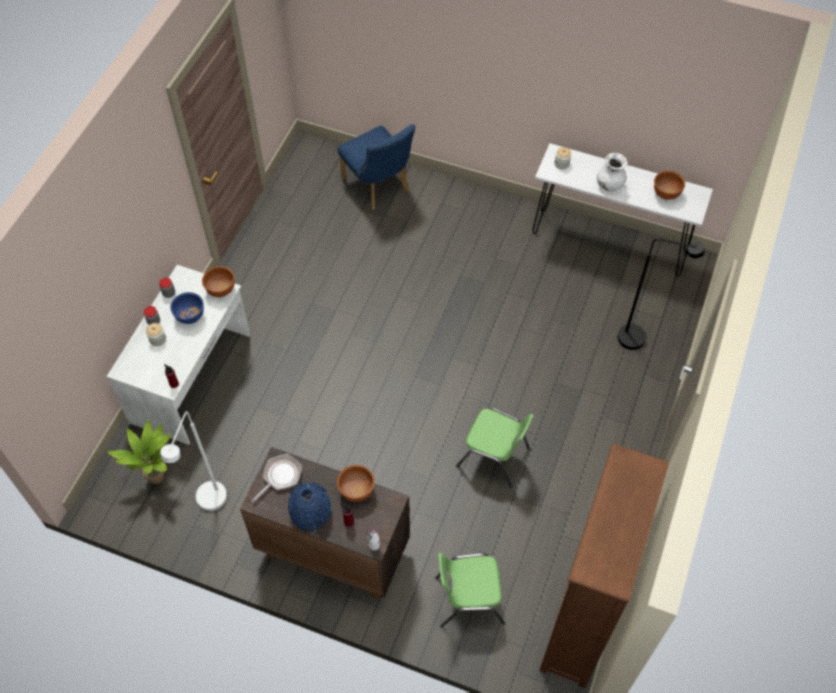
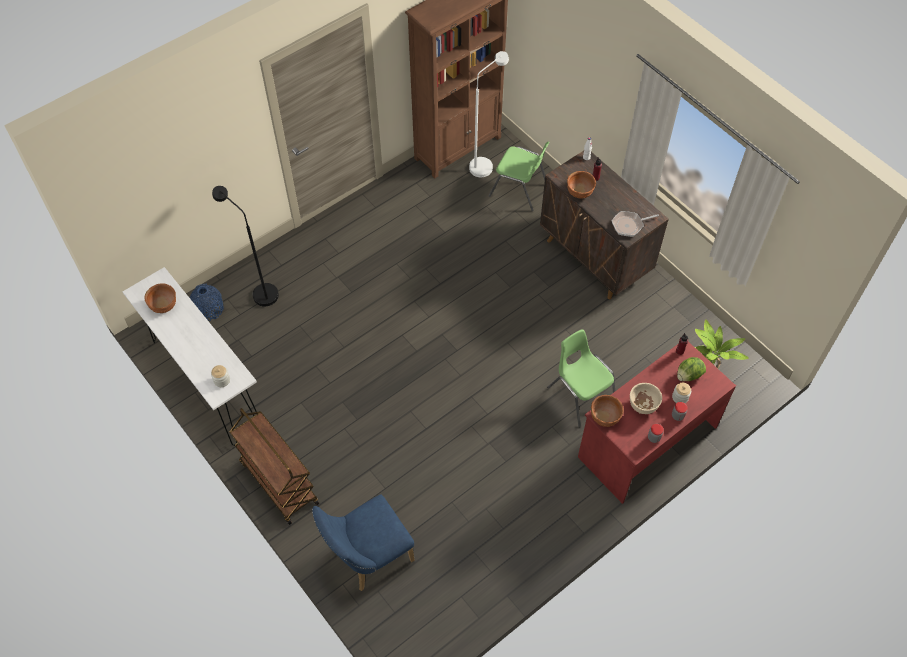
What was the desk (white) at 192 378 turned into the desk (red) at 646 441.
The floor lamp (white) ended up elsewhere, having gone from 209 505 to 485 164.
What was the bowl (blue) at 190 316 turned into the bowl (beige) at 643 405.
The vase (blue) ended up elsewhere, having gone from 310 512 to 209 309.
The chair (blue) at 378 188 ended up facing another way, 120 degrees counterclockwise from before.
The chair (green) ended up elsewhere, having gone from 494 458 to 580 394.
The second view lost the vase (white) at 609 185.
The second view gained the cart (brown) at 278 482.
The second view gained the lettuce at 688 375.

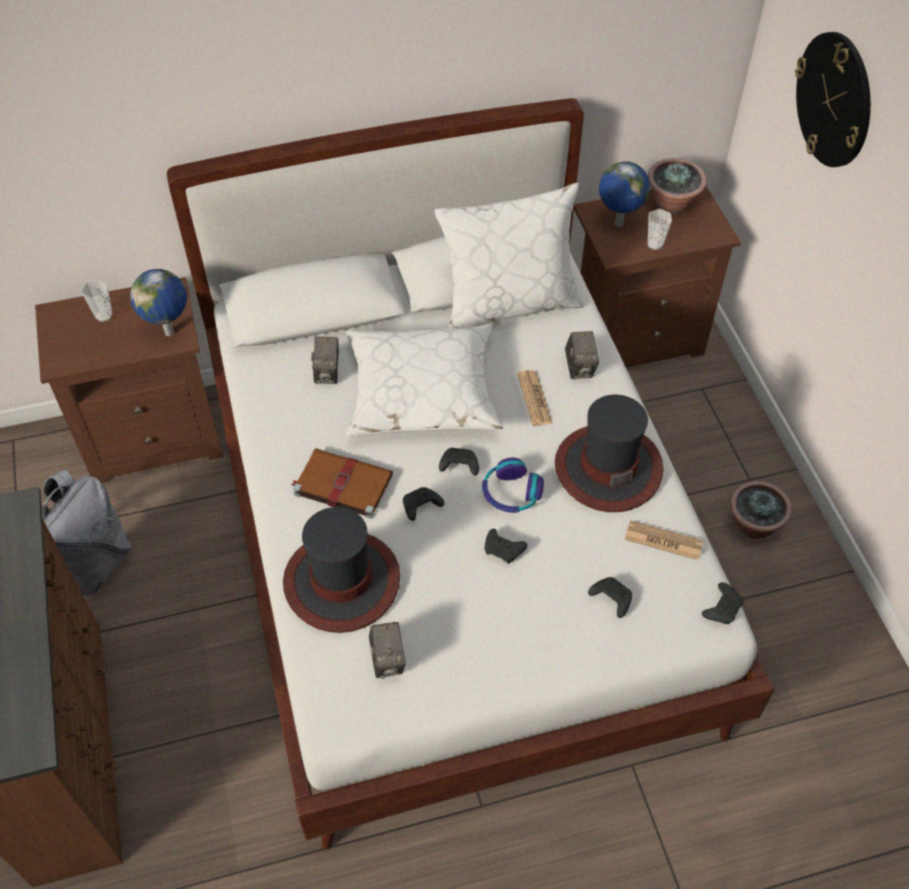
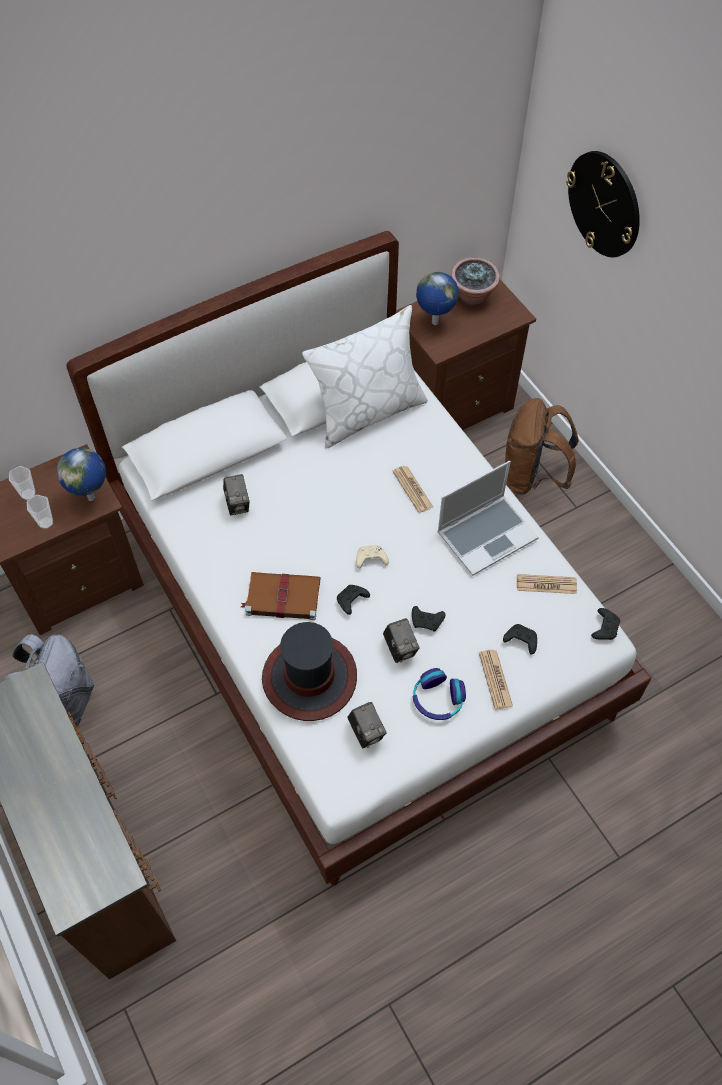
The second view lost the pillow (white) at 422 392.
What was the game controller (black) at 458 465 turned into the game controller (beige) at 370 560.
The headphones ended up elsewhere, having gone from 511 493 to 437 699.
Where the hat stood at 607 467, the laptop came to stand at 487 534.
The photo camera ended up elsewhere, having gone from 580 368 to 400 648.
The cup ended up elsewhere, having gone from 655 244 to 46 523.
The second view lost the potted plant at 753 526.
The second view gained the newspaper at 495 679.
The second view gained the backpack (brown) at 532 476.

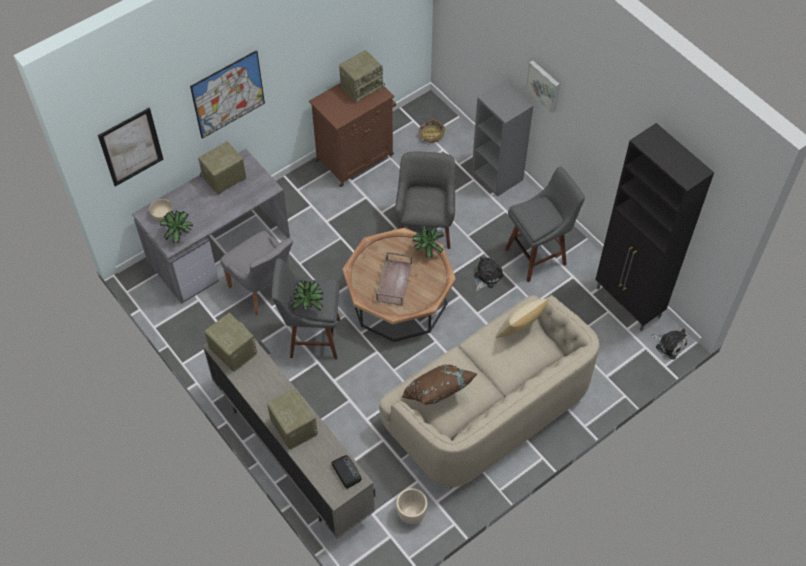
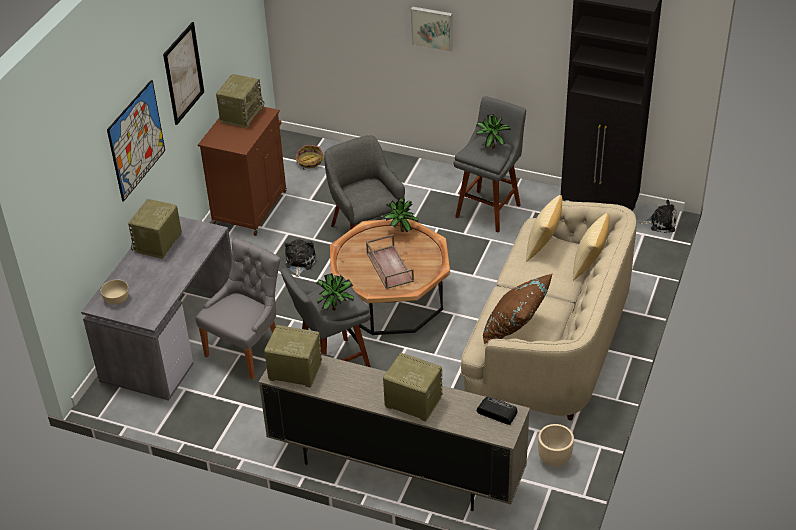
The picture ended up elsewhere, having gone from 131 147 to 183 73.
The potted plant ended up elsewhere, having gone from 179 236 to 491 146.
The chair (grey) at 264 289 ended up facing another way, 75 degrees counterclockwise from before.
The second view lost the bookcase (grey) at 498 175.
The plush toy ended up elsewhere, having gone from 486 277 to 299 262.
The second view gained the pillow at 589 265.

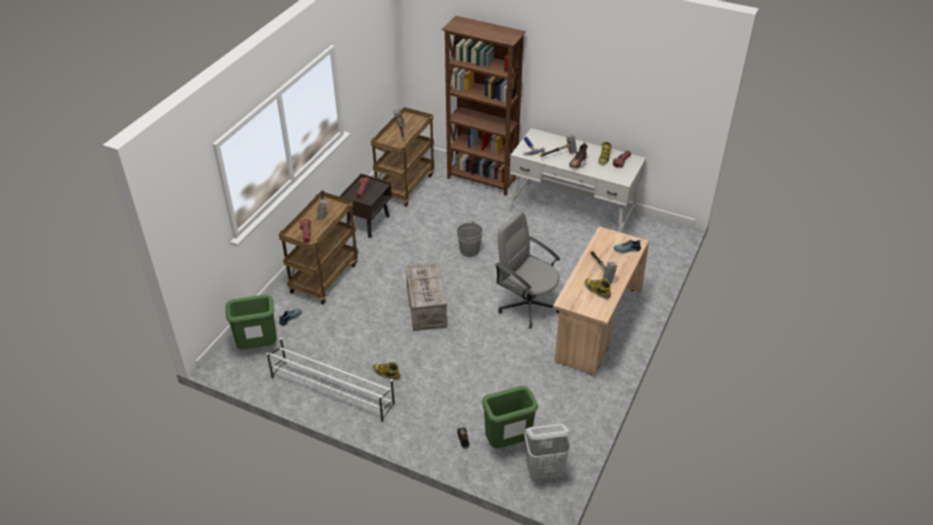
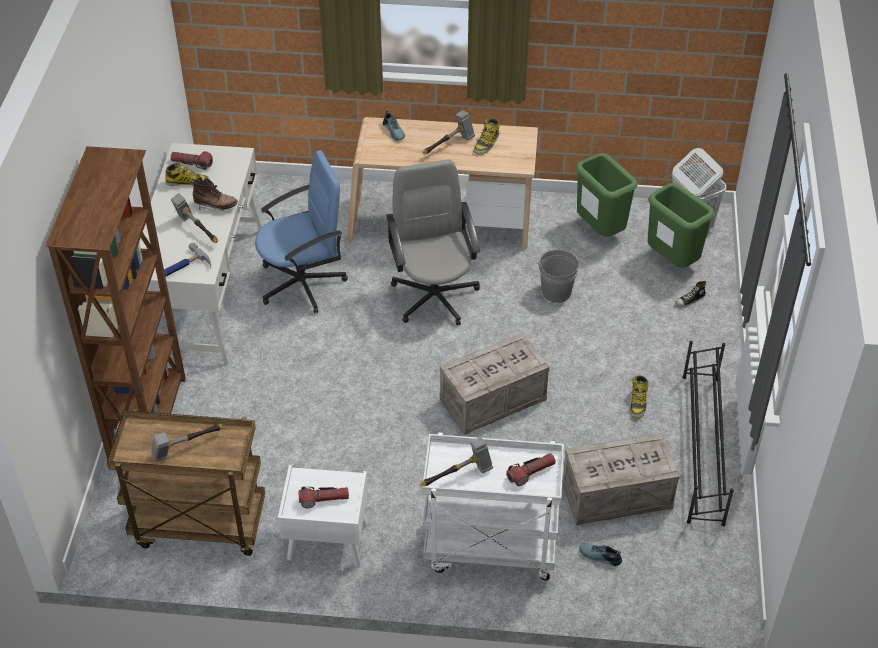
The trash can (green) ended up elsewhere, having gone from 258 347 to 599 231.
What was the shoe rack (white) at 332 391 turned into the shoe rack (black) at 702 448.
What was the cart (brown) at 324 277 turned into the cart (white) at 489 549.
What was the nightstand (brown) at 368 222 turned into the nightstand (white) at 326 542.
The bucket (grey) ended up elsewhere, having gone from 469 250 to 556 292.
The office chair (grey) at 528 305 ended up facing another way, 150 degrees clockwise from before.
The second view gained the office chair (blue) at 303 283.
The second view gained the crate at 615 495.

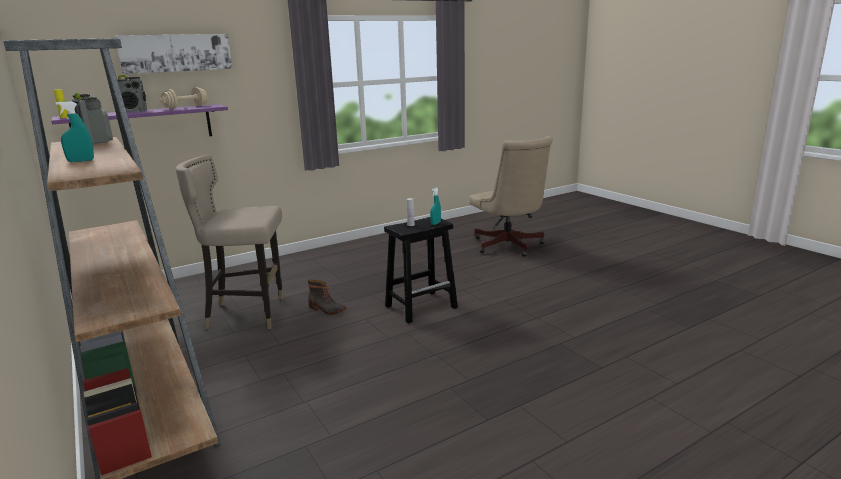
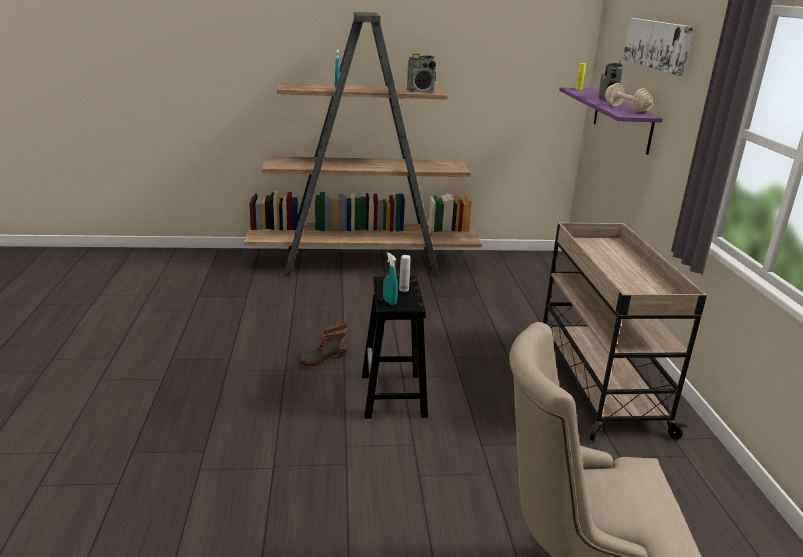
The second view lost the stool (beige) at 248 314.
The boot ended up elsewhere, having gone from 326 309 to 322 358.
The second view gained the cart (beige) at 597 381.

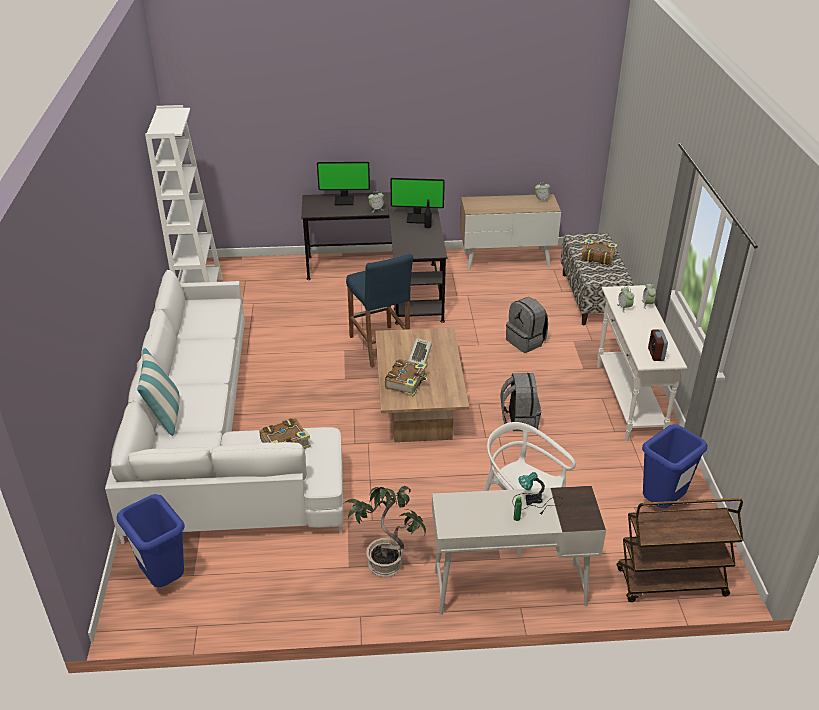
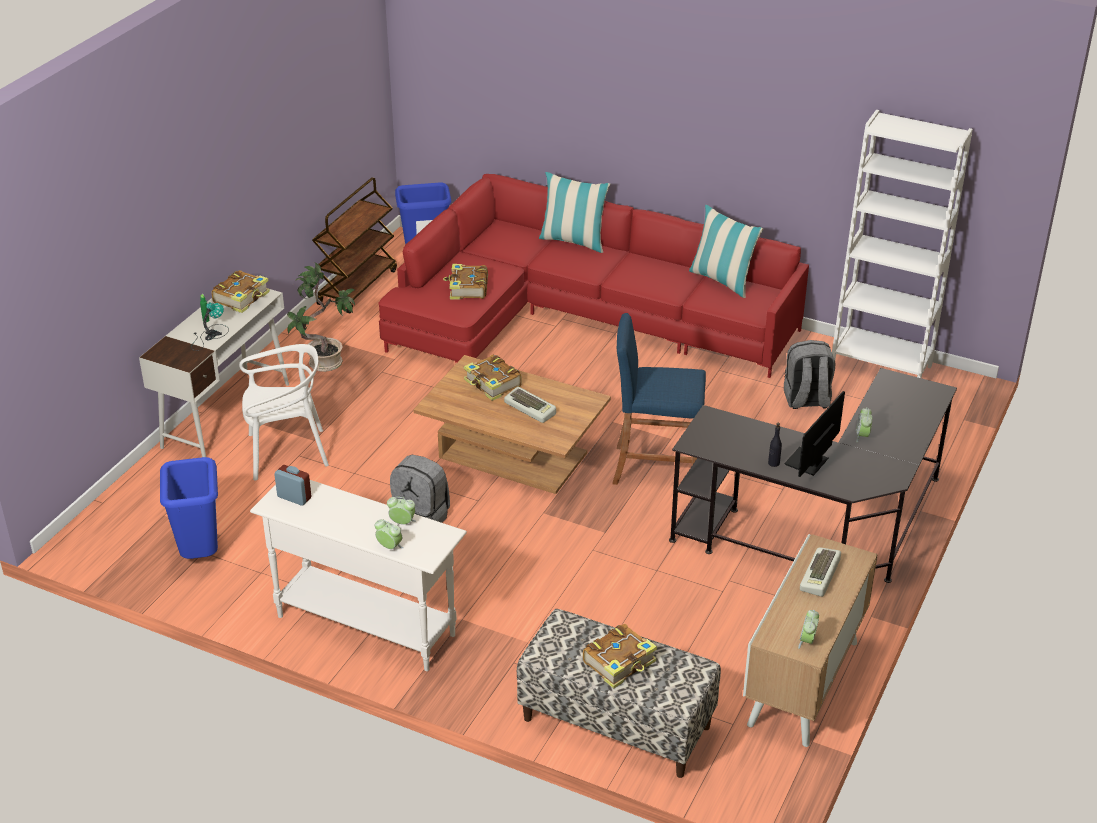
What was the sofa (white) at 214 442 turned into the sofa (red) at 577 317.
The second view lost the monitor at 344 200.
The backpack (grey) ended up elsewhere, having gone from 526 341 to 806 400.
The cart (brown) ended up elsewhere, having gone from 670 583 to 357 286.
The second view gained the book at 242 298.
The second view gained the pillow at 722 280.
The second view gained the keyboard at 821 576.

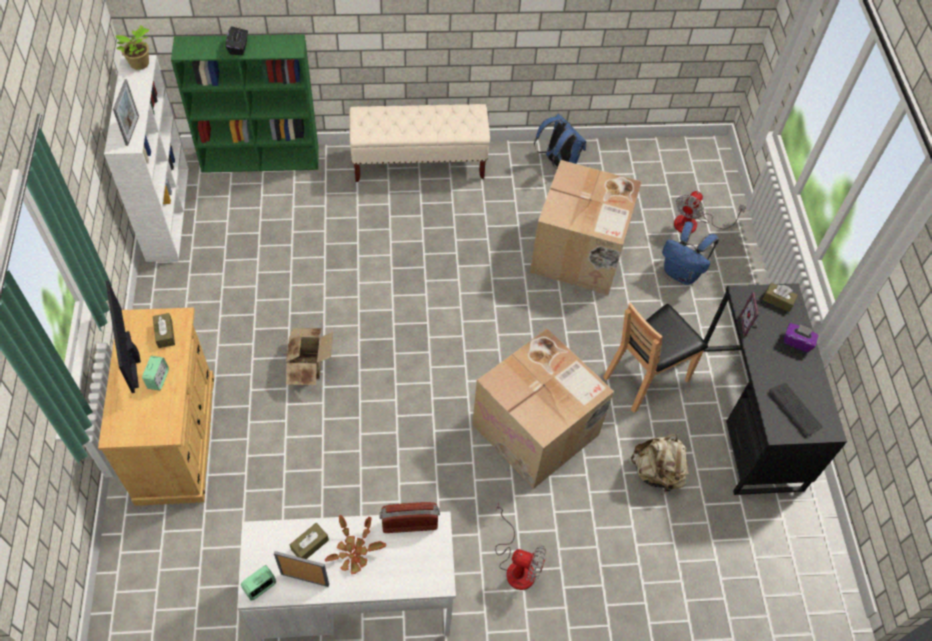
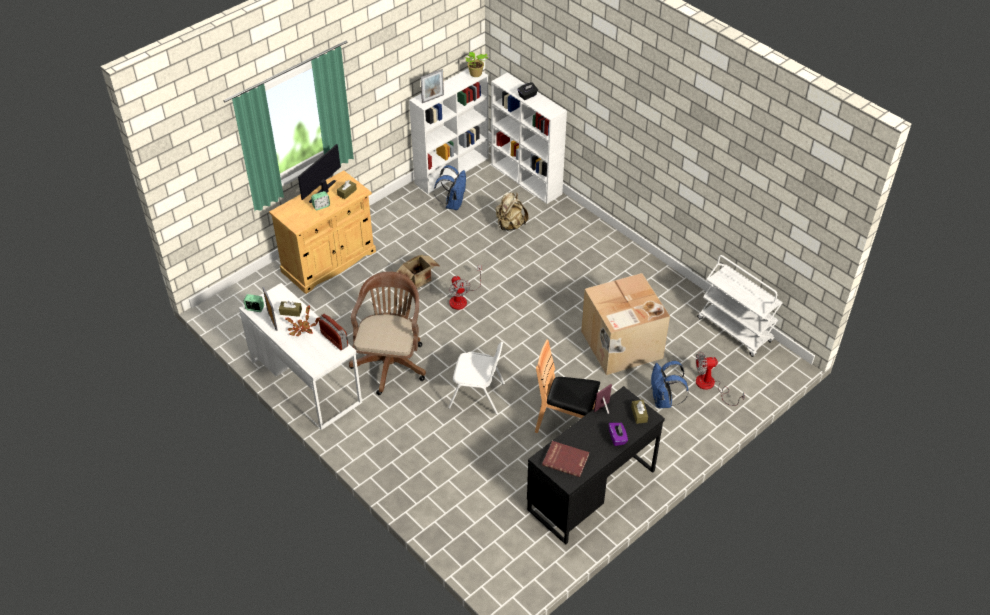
What was the bookcase (green) at 262 159 turned into the bookcase (white) at 527 179.
The second view lost the bench (beige) at 419 163.
Where the cardboard box stood at 537 430, the chair (white) came to stand at 477 395.
The fan ended up elsewhere, having gone from 516 565 to 462 298.
The backpack (blue) ended up elsewhere, having gone from 558 163 to 453 203.
The backpack (beige) ended up elsewhere, having gone from 657 473 to 510 225.
Where the keyboard stood at 795 409, the book (red) came to stand at 566 459.
The second view gained the office chair (brown) at 391 361.
The second view gained the cart (white) at 735 330.

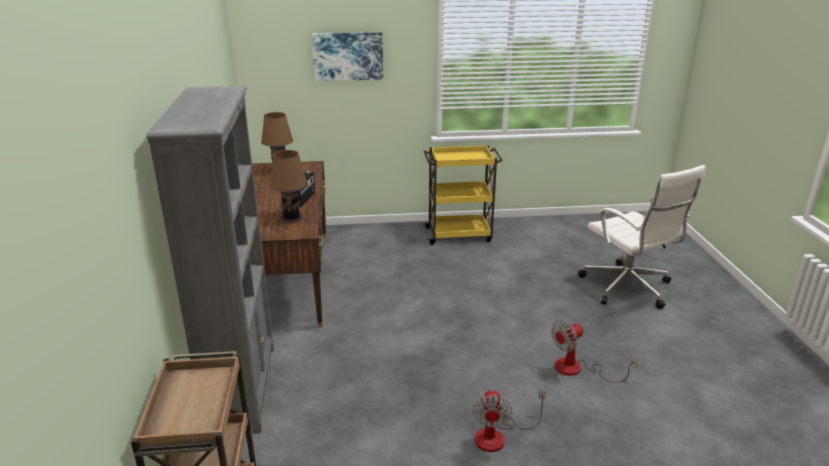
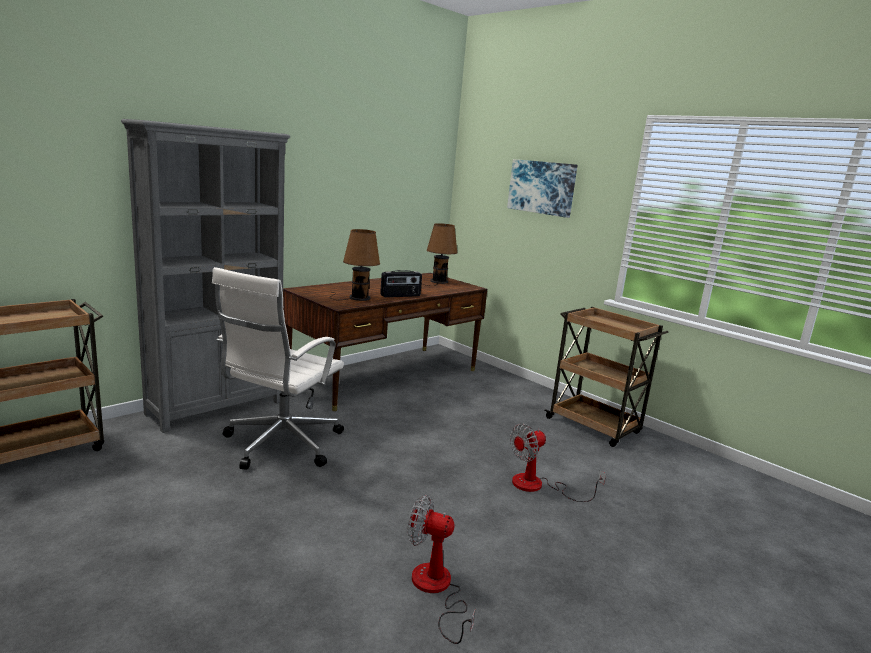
What was the cart (yellow) at 459 234 turned into the cart (brown) at 594 426.
The fan ended up elsewhere, having gone from 499 436 to 538 486.
The office chair (white) ended up elsewhere, having gone from 628 288 to 280 444.

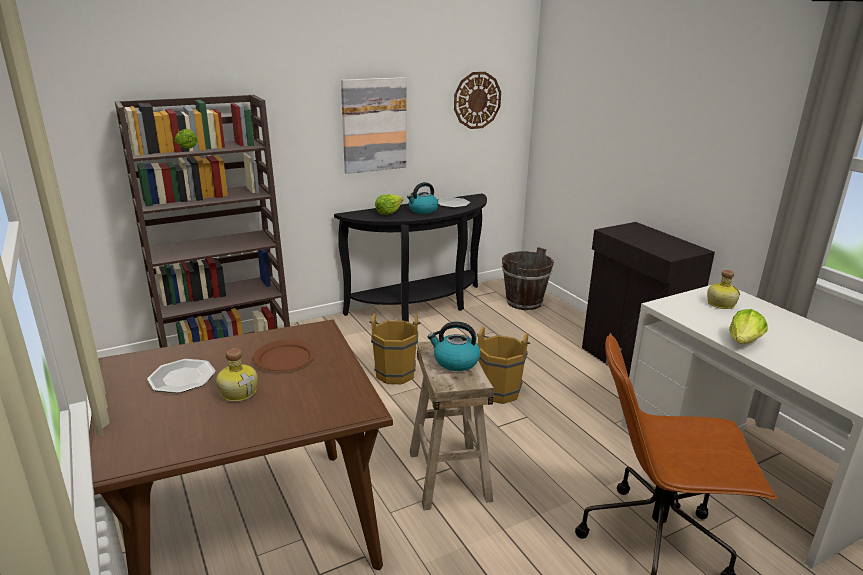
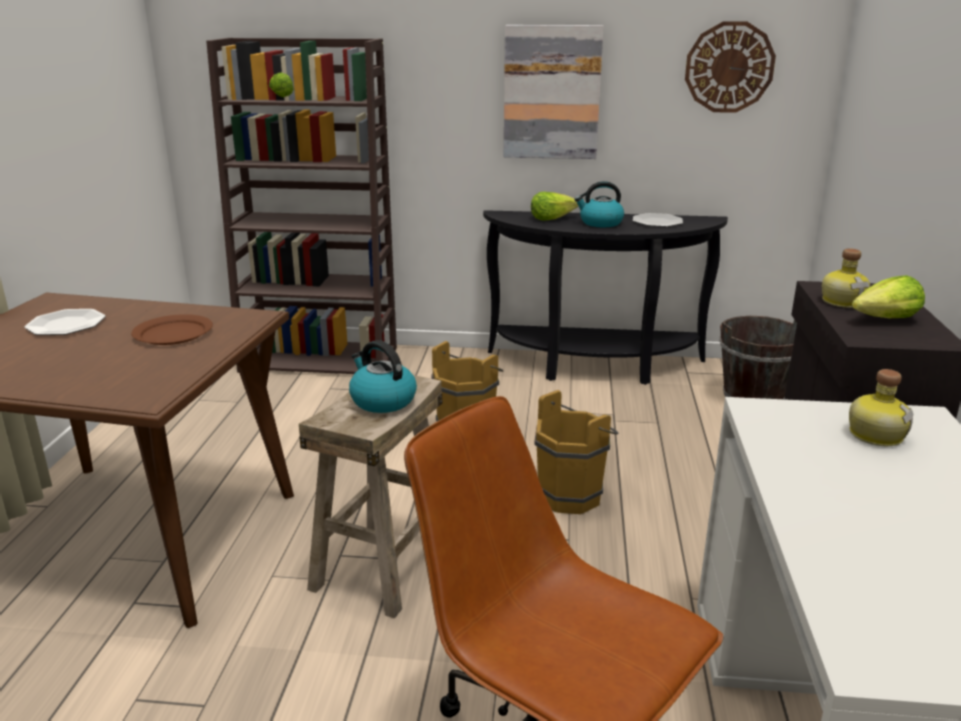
The bottle ended up elsewhere, having gone from 239 392 to 843 301.
The lettuce ended up elsewhere, having gone from 744 342 to 886 319.

